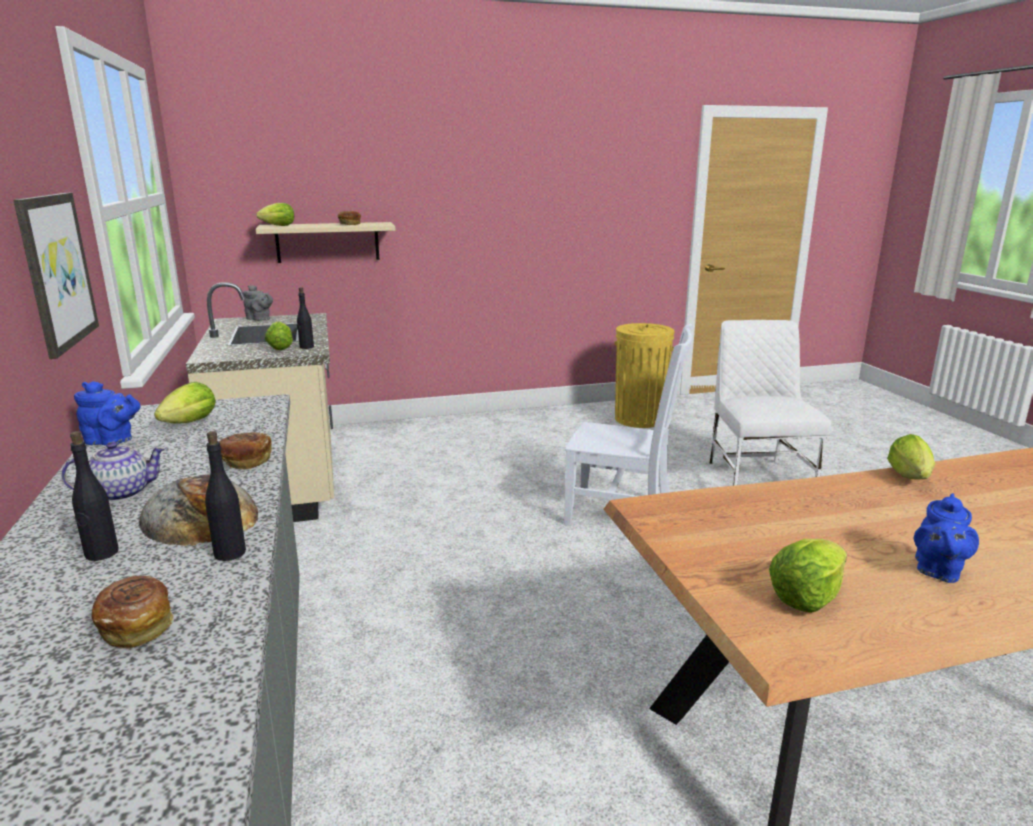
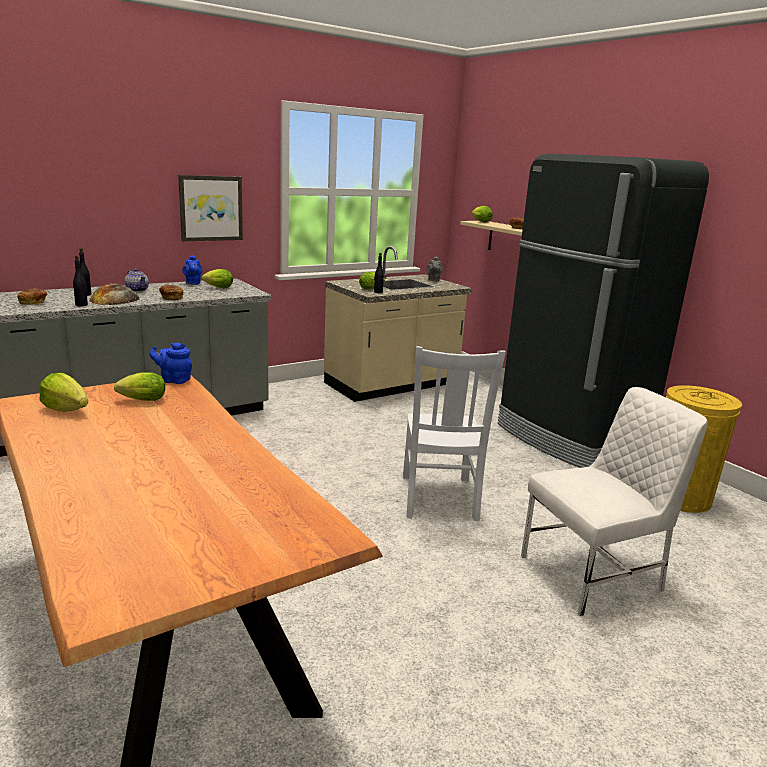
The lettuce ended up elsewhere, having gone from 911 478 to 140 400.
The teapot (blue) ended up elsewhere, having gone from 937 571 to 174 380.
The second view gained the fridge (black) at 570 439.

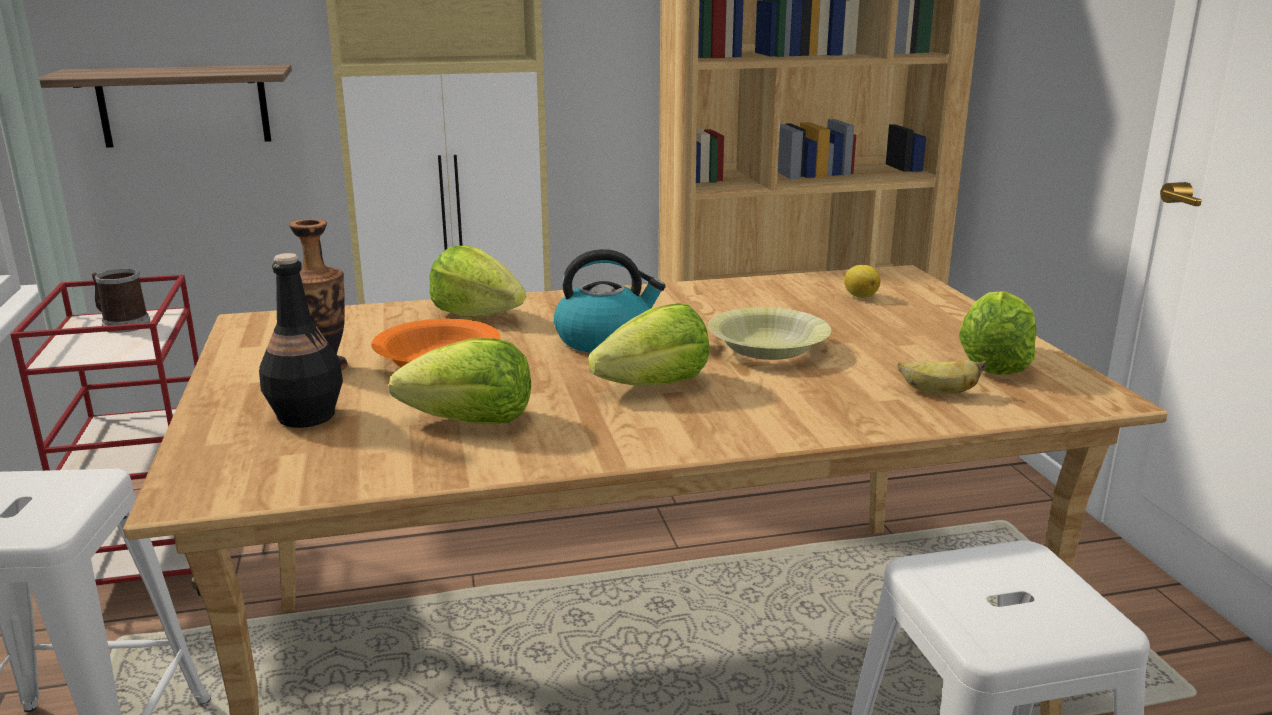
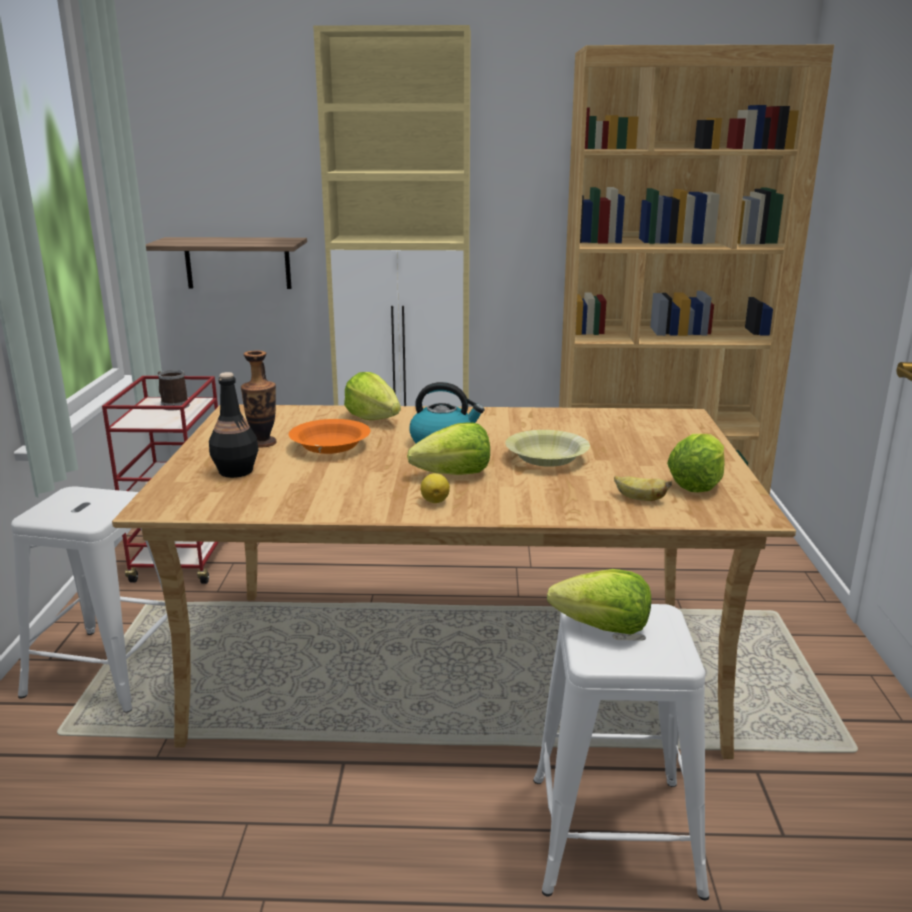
The lettuce ended up elsewhere, having gone from 471 421 to 603 628.
The lemon ended up elsewhere, having gone from 860 296 to 435 501.

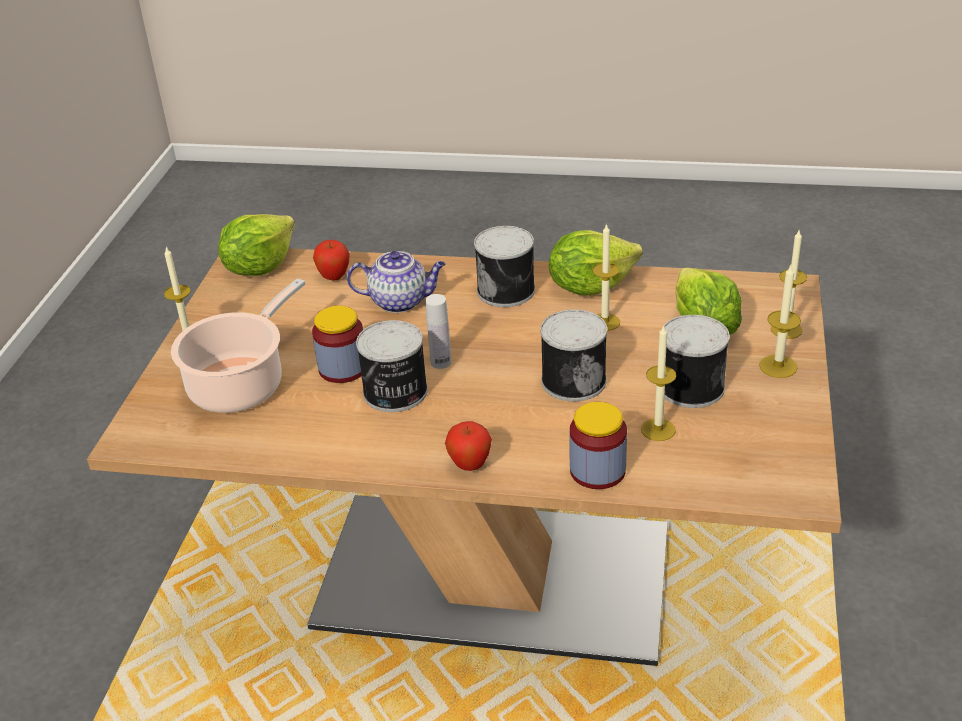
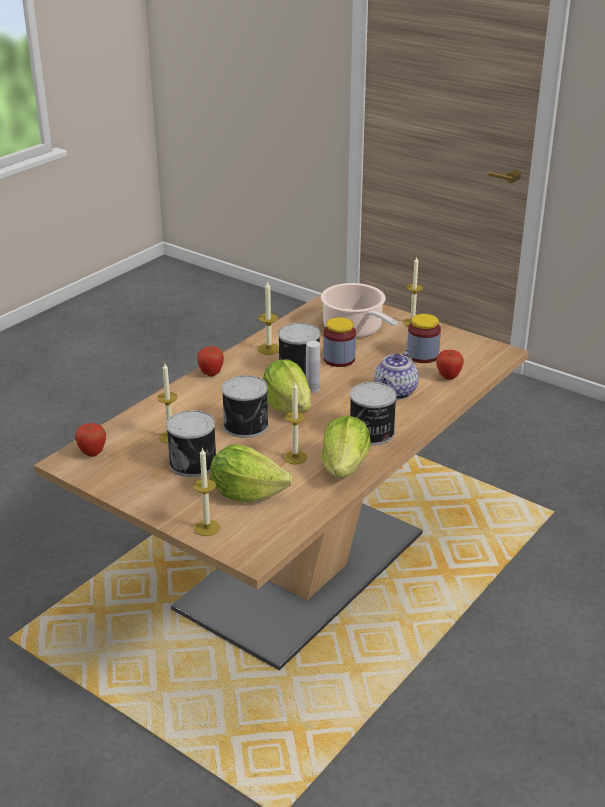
The lettuce ended up elsewhere, having gone from 259 267 to 288 406.
The jar ended up elsewhere, having gone from 597 471 to 422 355.
The candle ended up elsewhere, having gone from 778 366 to 268 349.
The second view gained the apple at 92 453.

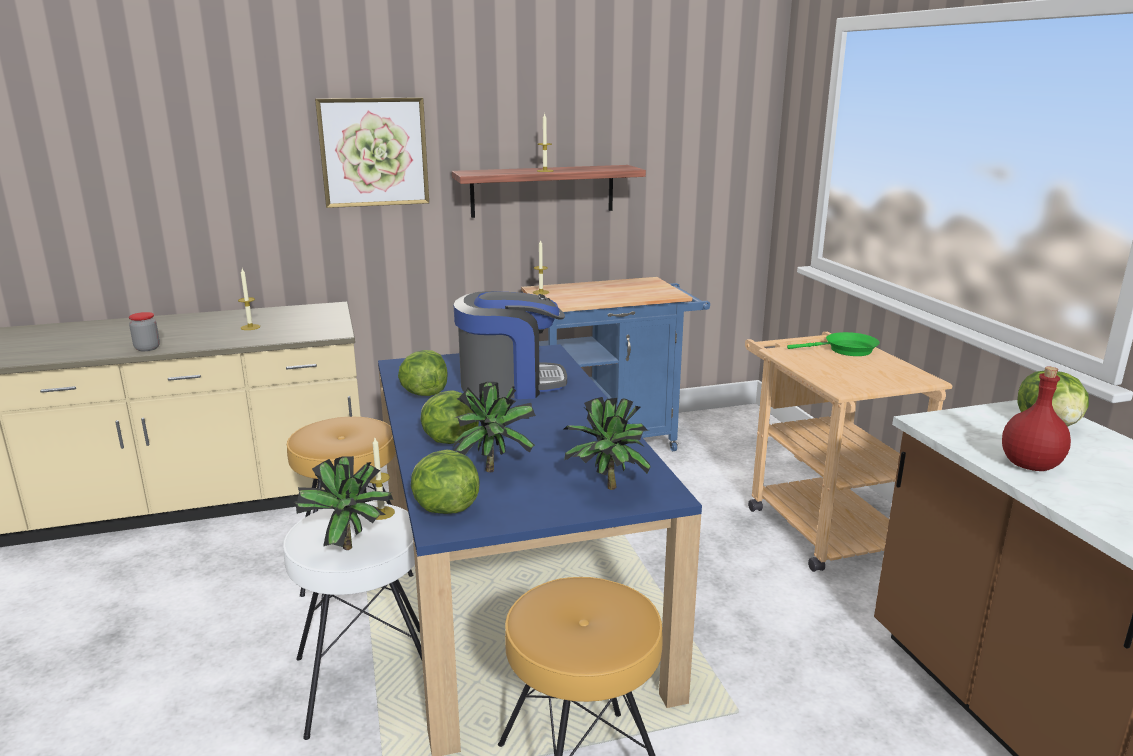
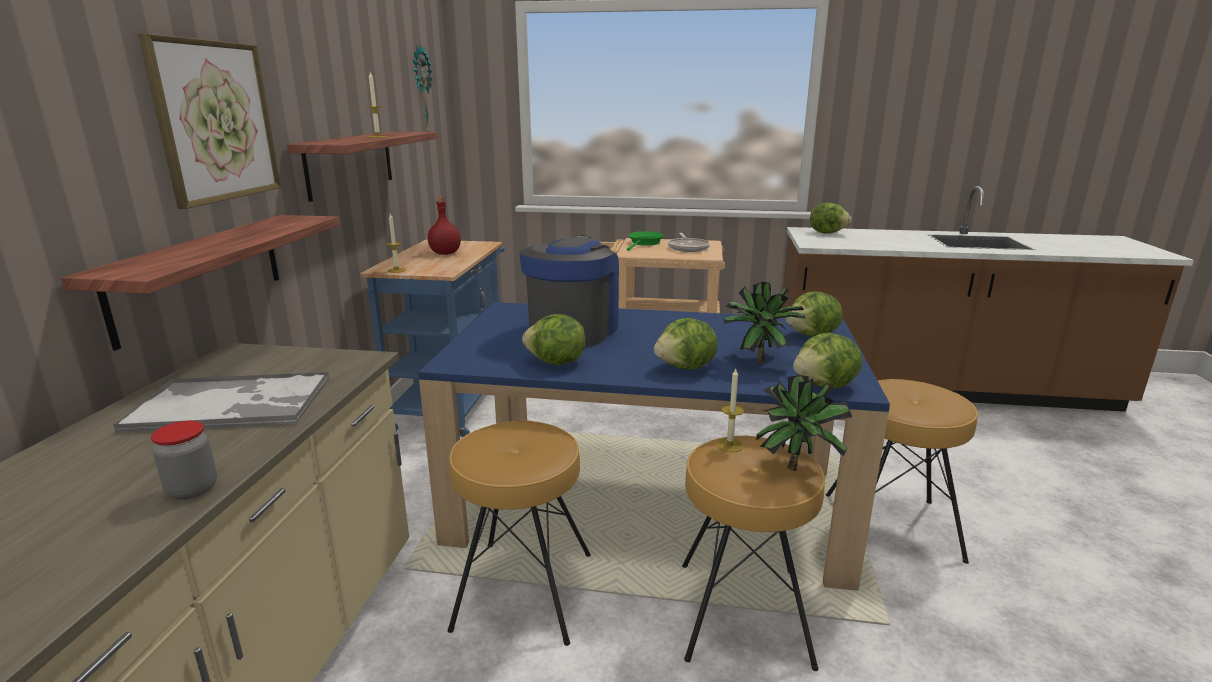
Where the candle stood at 250 327, the tray came to stand at 233 404.
What was the stool (white) at 368 679 turned into the stool (brown) at 741 613.
Where the potted plant stood at 607 490, the lettuce came to stand at 812 336.
The bottle (red) ended up elsewhere, having gone from 1029 466 to 445 253.
The second view gained the shelf at 200 275.
The second view gained the wall clock at 421 91.
The second view gained the frying pan at 688 247.

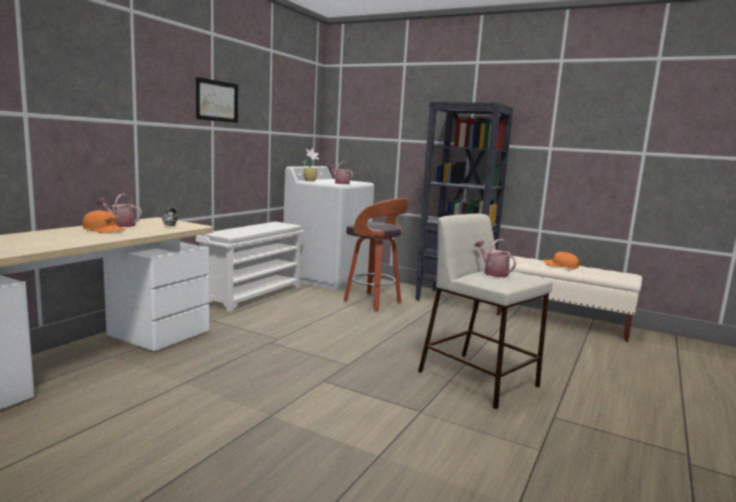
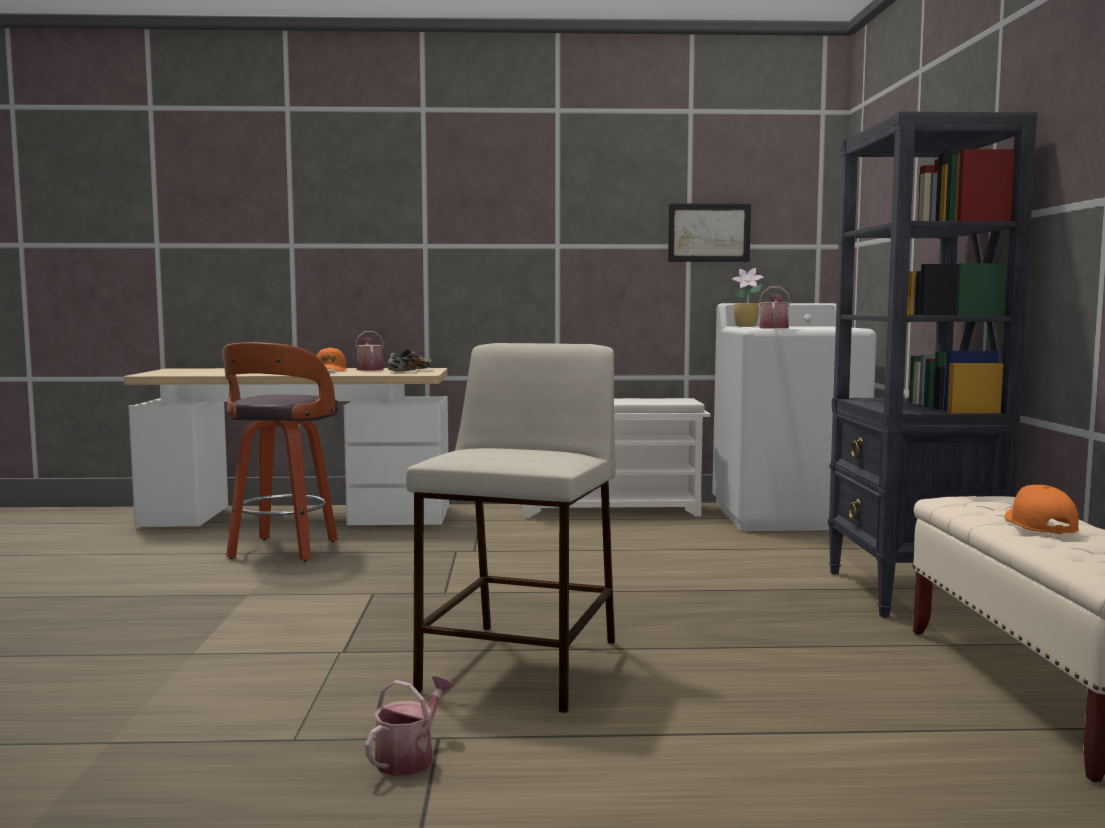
The picture ended up elsewhere, having gone from 217 101 to 709 232.
The stool ended up elsewhere, having gone from 374 302 to 282 550.
The watering can ended up elsewhere, having gone from 493 272 to 409 758.

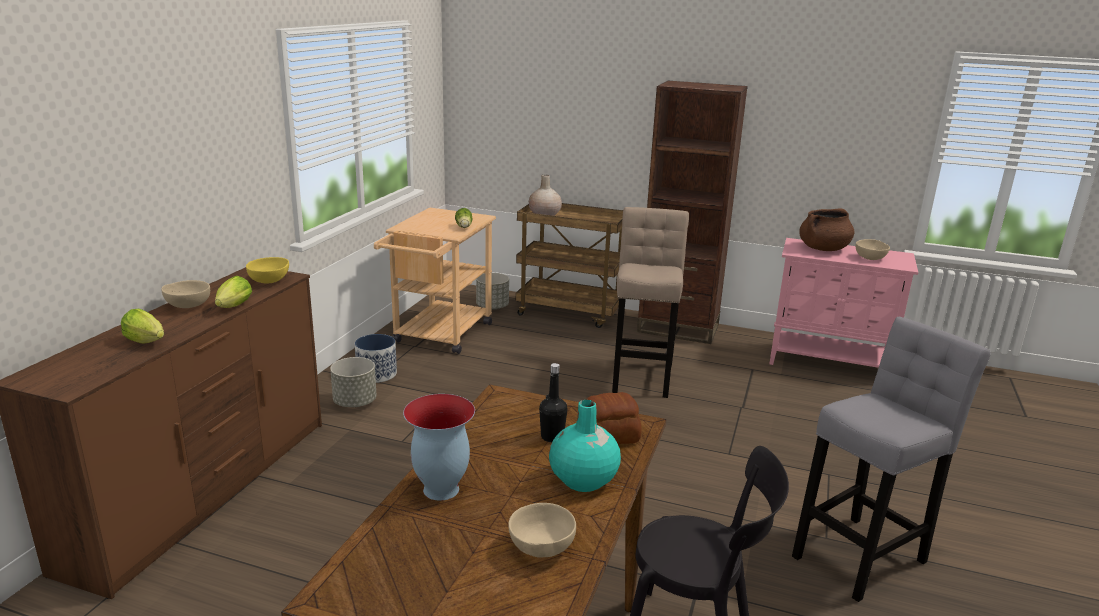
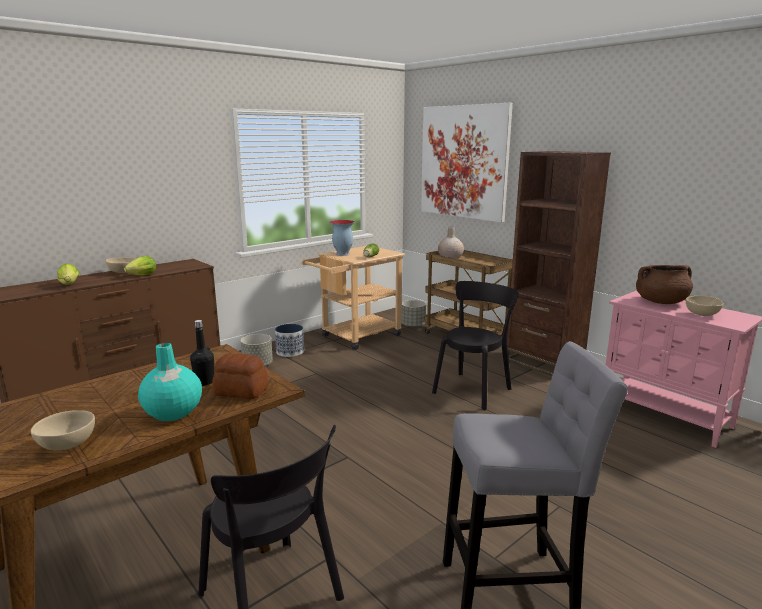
The second view lost the bowl (yellow) at 270 281.
The vase ended up elsewhere, having gone from 440 489 to 342 254.
Where the stool (beige) stood at 642 375, the chair (black) came to stand at 473 389.
The second view gained the picture at 464 162.

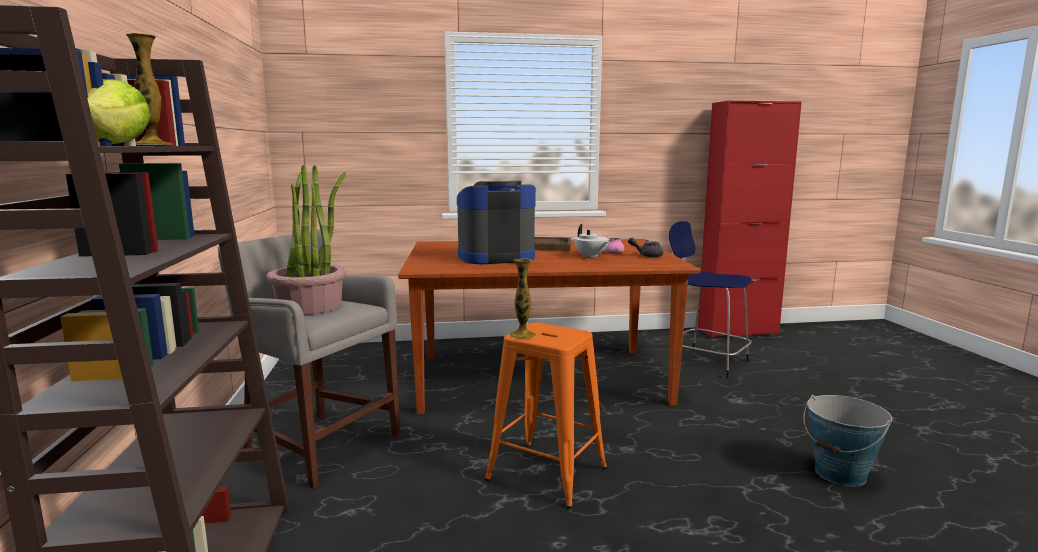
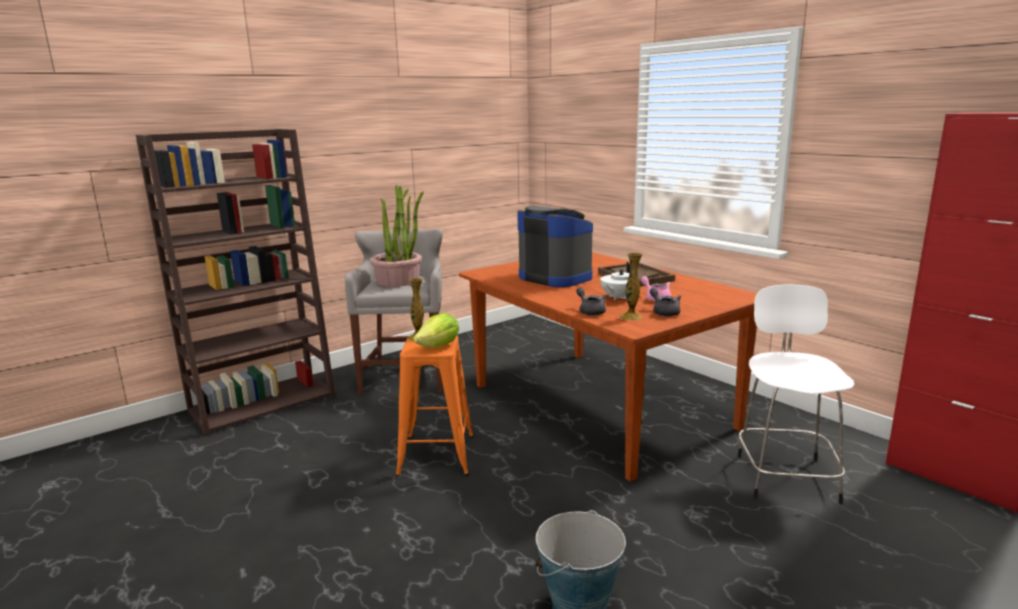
The lettuce ended up elsewhere, having gone from 115 145 to 439 346.
The vase ended up elsewhere, having gone from 153 145 to 631 317.
What was the stool (blue) at 706 362 turned into the stool (white) at 785 476.
The second view gained the teapot (grey) at 590 311.

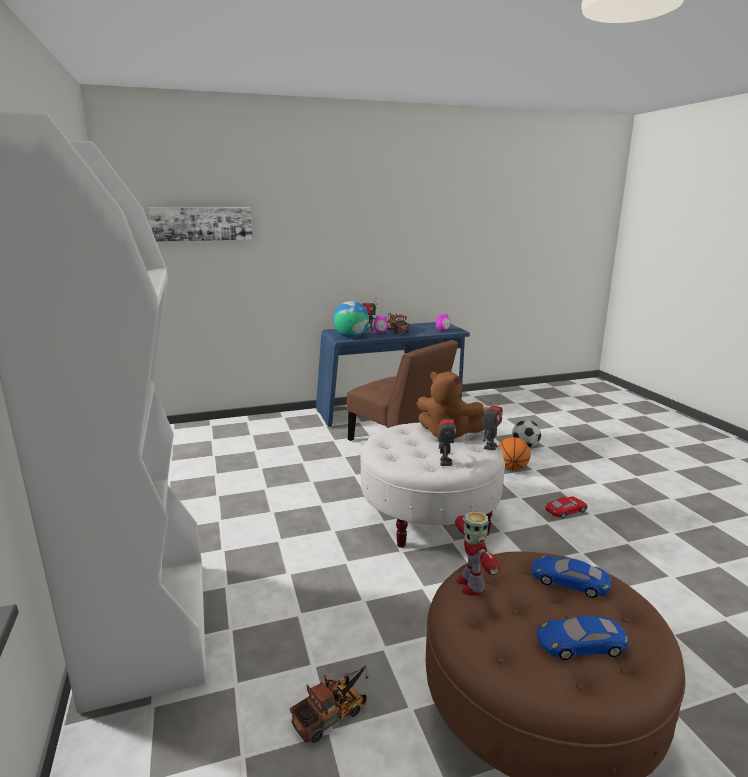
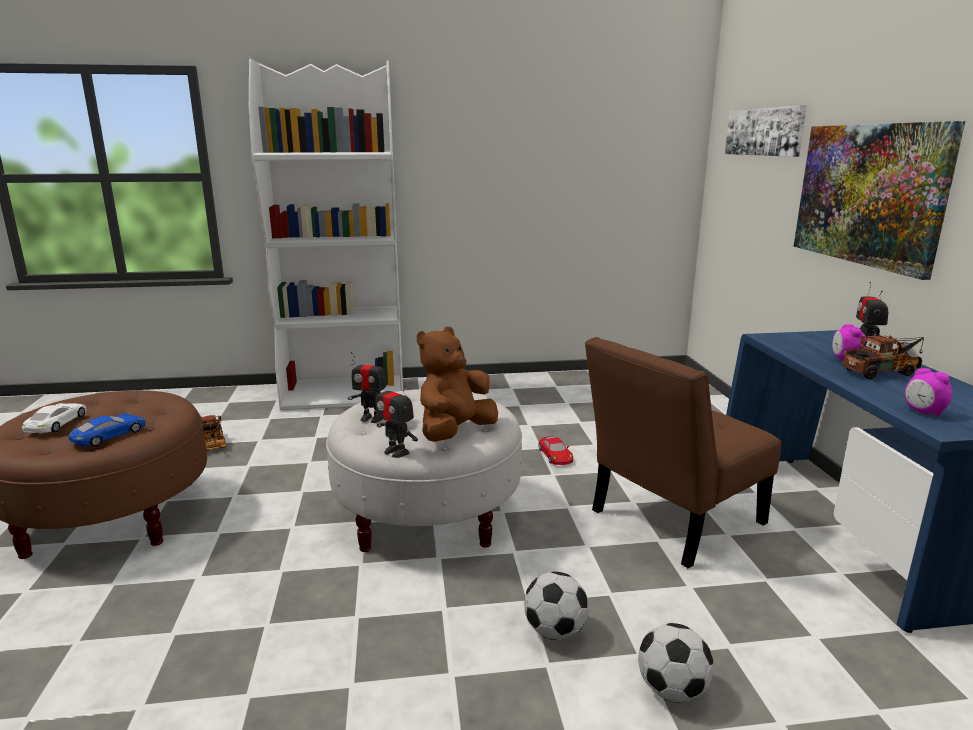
The second view lost the globe at 351 336.
The second view lost the toy robot at 470 584.
Where the basketball stood at 511 468, the football came to stand at 554 631.
What was the toy car (blue) at 580 643 turned into the toy car (white) at 56 423.
The toy car (red) ended up elsewhere, having gone from 566 510 to 555 455.
The second view gained the picture at 868 194.

